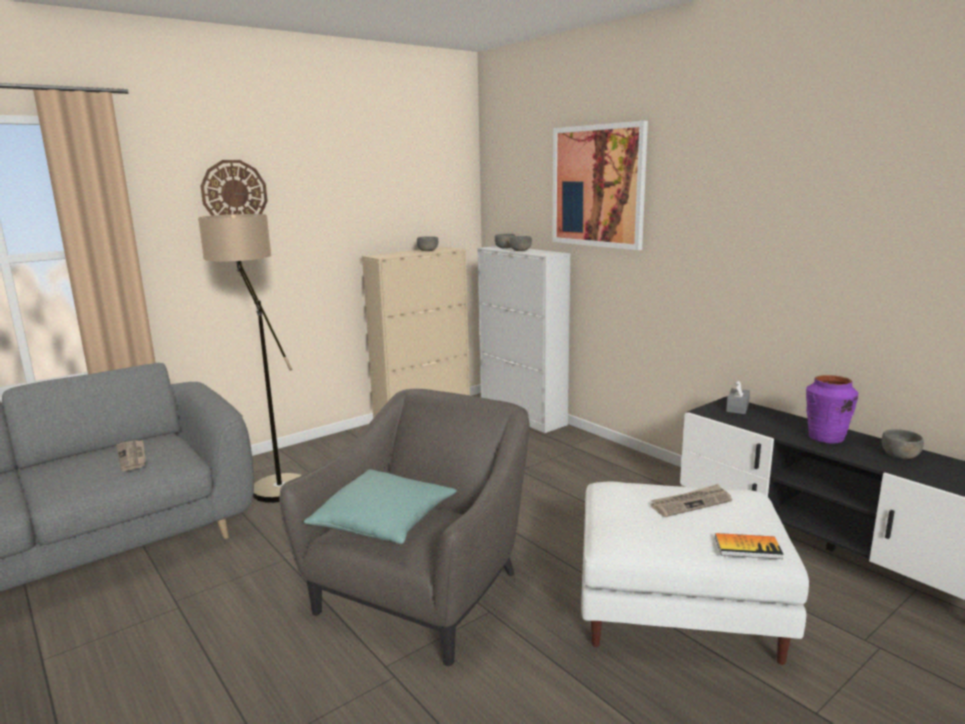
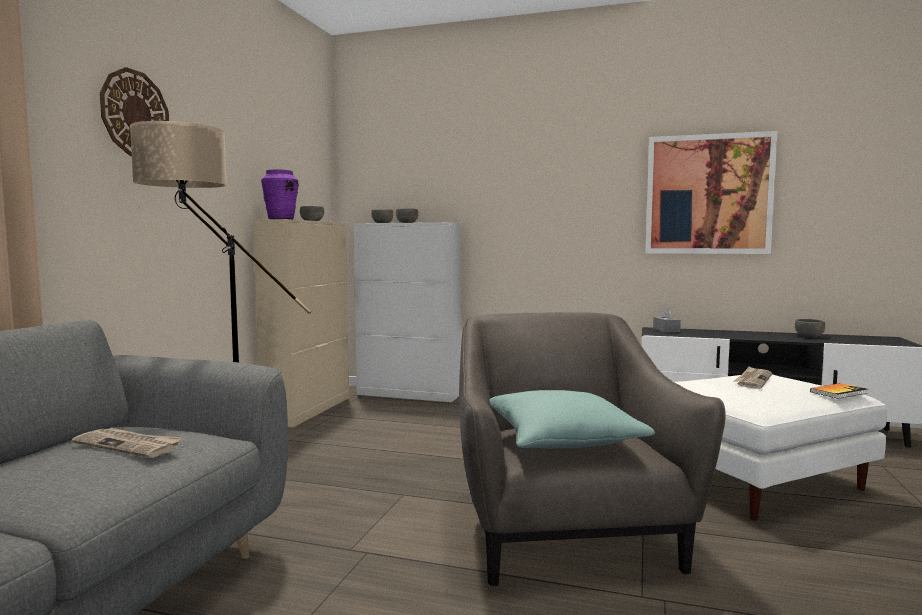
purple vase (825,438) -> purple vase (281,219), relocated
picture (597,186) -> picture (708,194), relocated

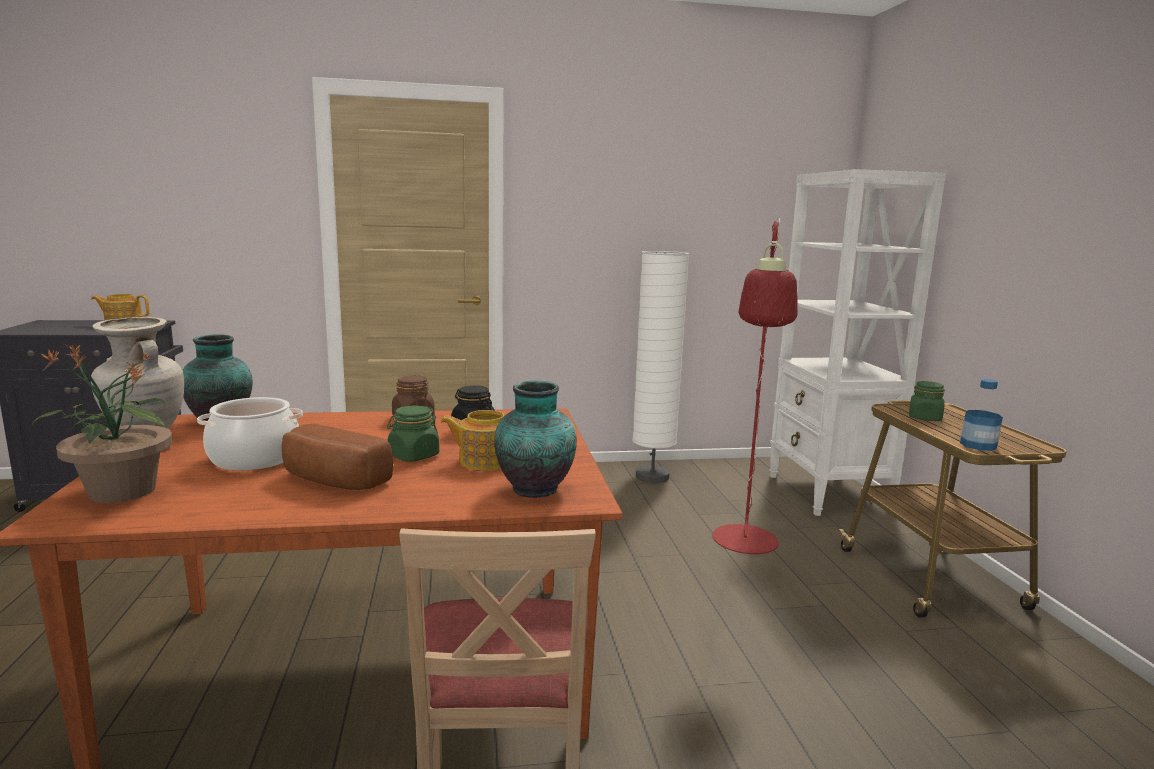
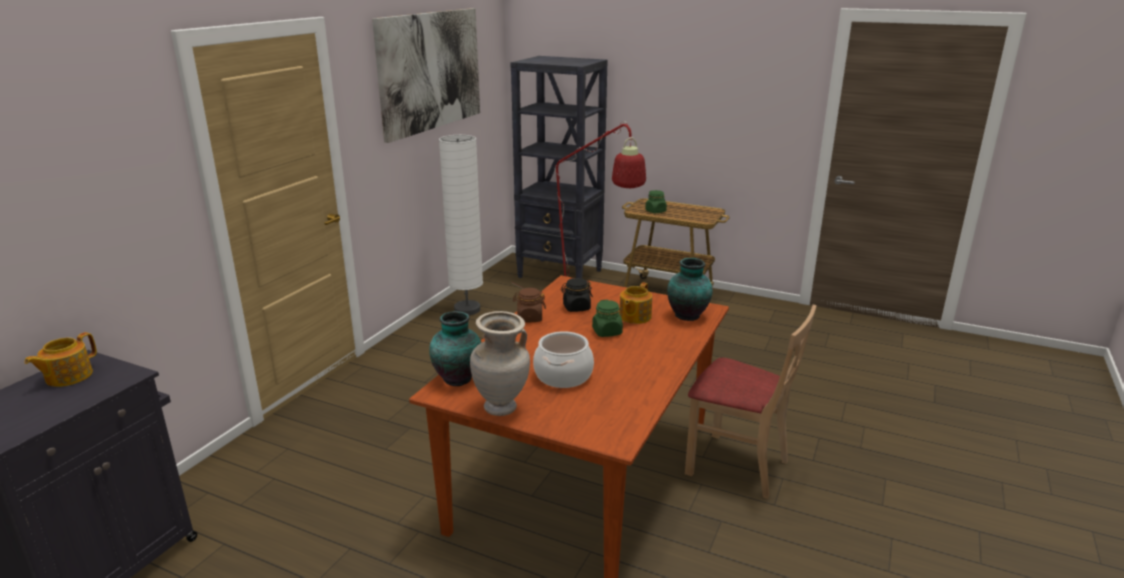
none -> picture (430,71)
white bookcase (828,493) -> black bookcase (560,274)
potted plant (121,492) -> none
bread (331,481) -> none
bottle (978,445) -> none

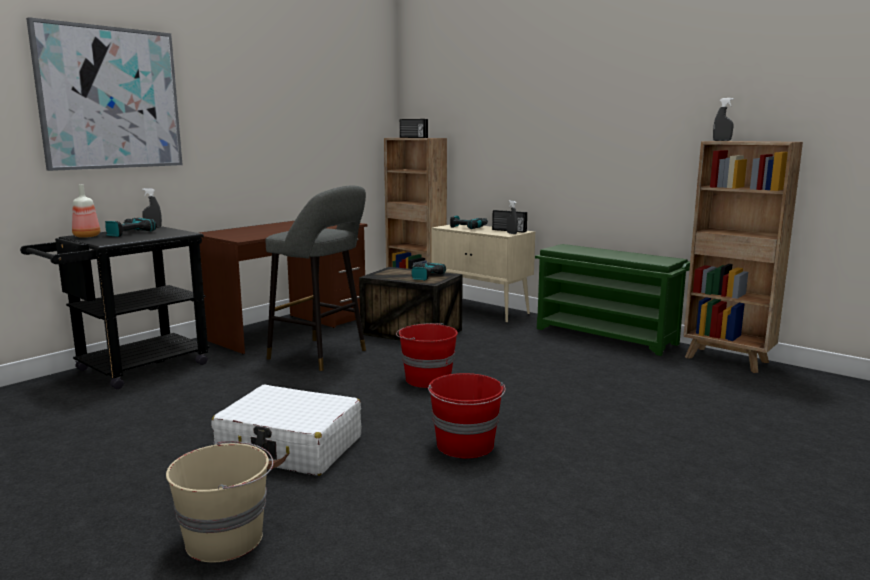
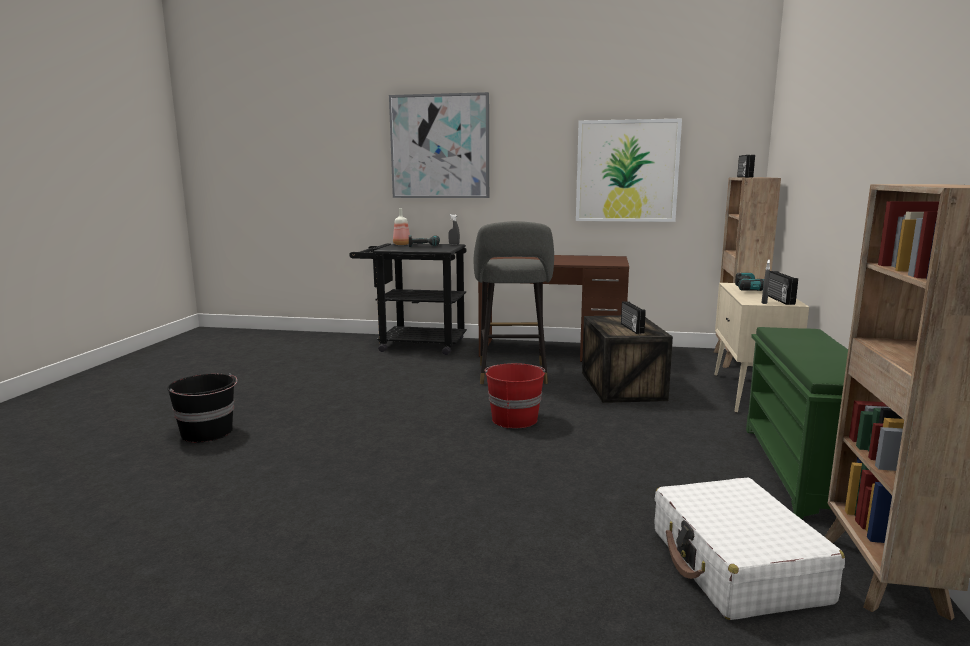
beige bucket (226,538) -> black bucket (208,432)
none -> picture (627,171)
power drill (423,276) -> radio (631,328)
white suitcase (290,447) -> white suitcase (737,565), relocated
red bucket (465,445) -> none
grey spray bottle (721,141) -> none

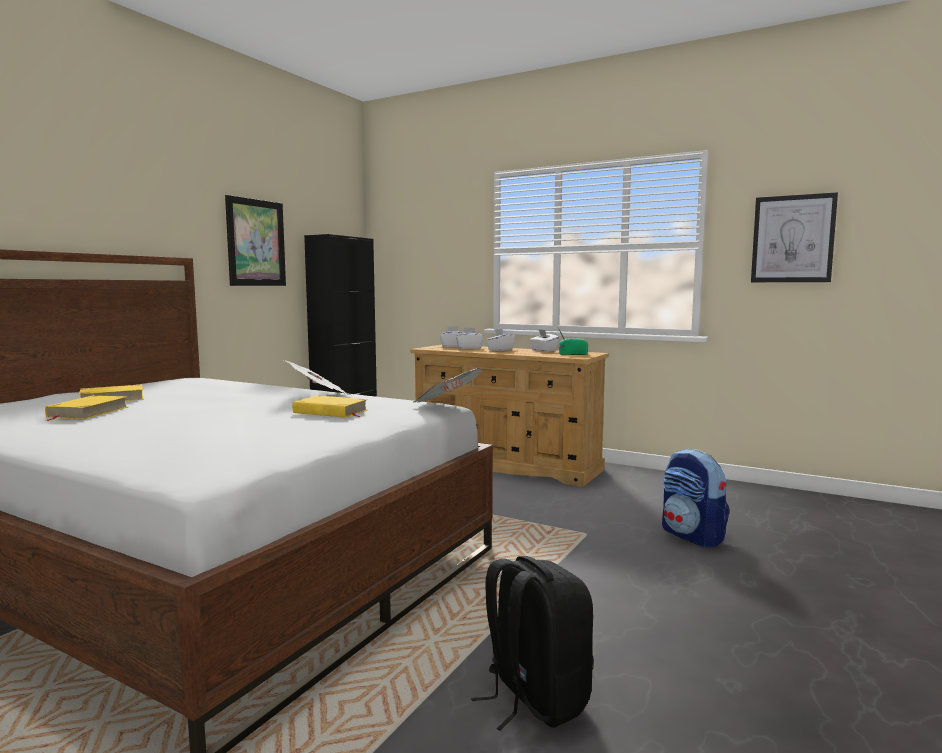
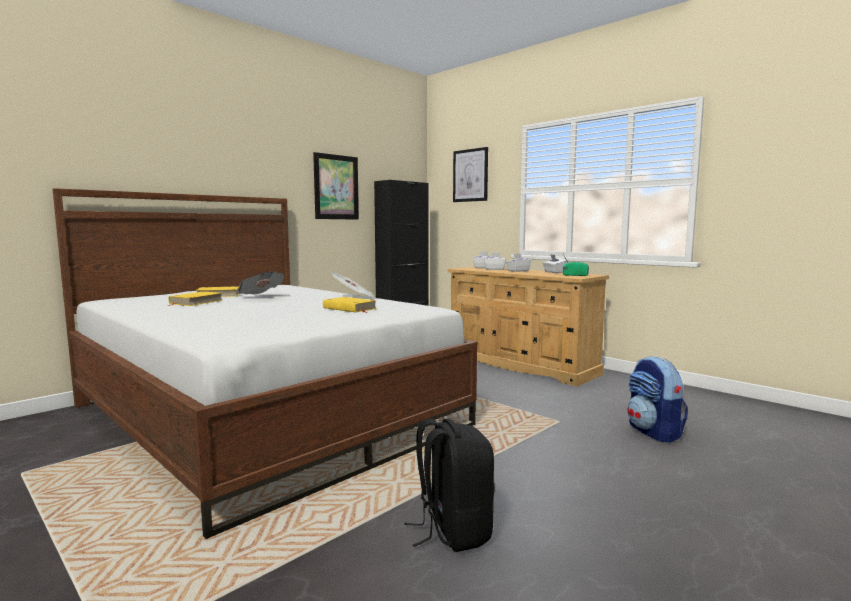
newspaper (447,405) -> newspaper (261,296), relocated
picture (792,239) -> picture (470,175), relocated

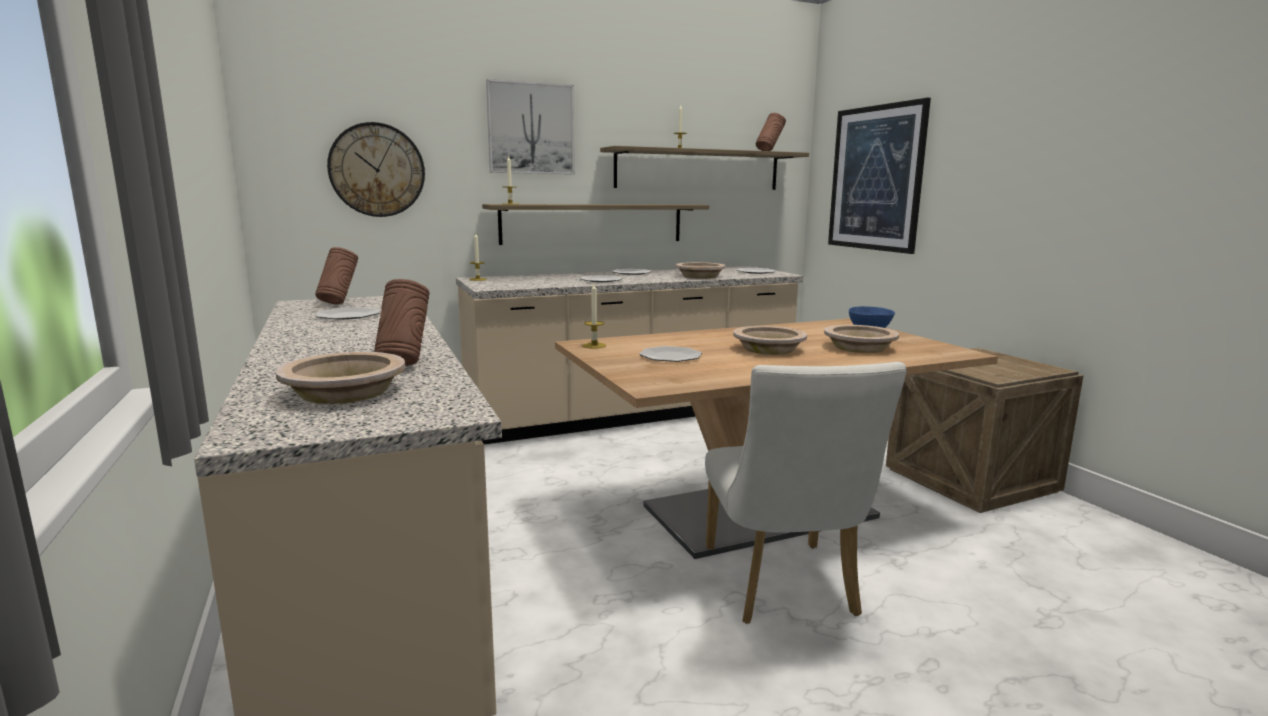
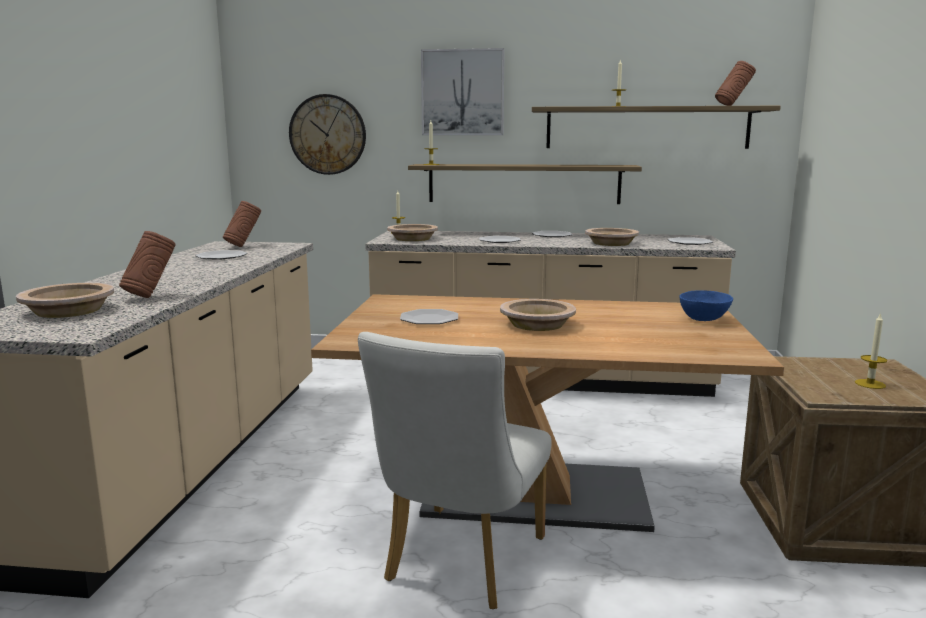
beige bowl (859,347) -> beige bowl (412,238), relocated
candle (594,345) -> candle (870,384), relocated
picture (875,178) -> none

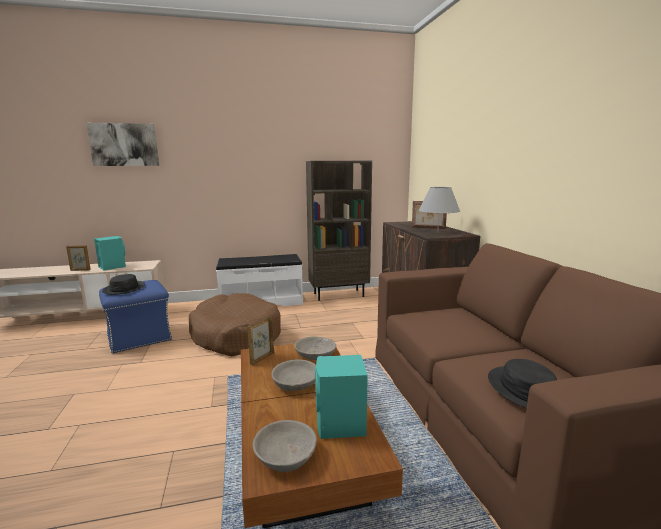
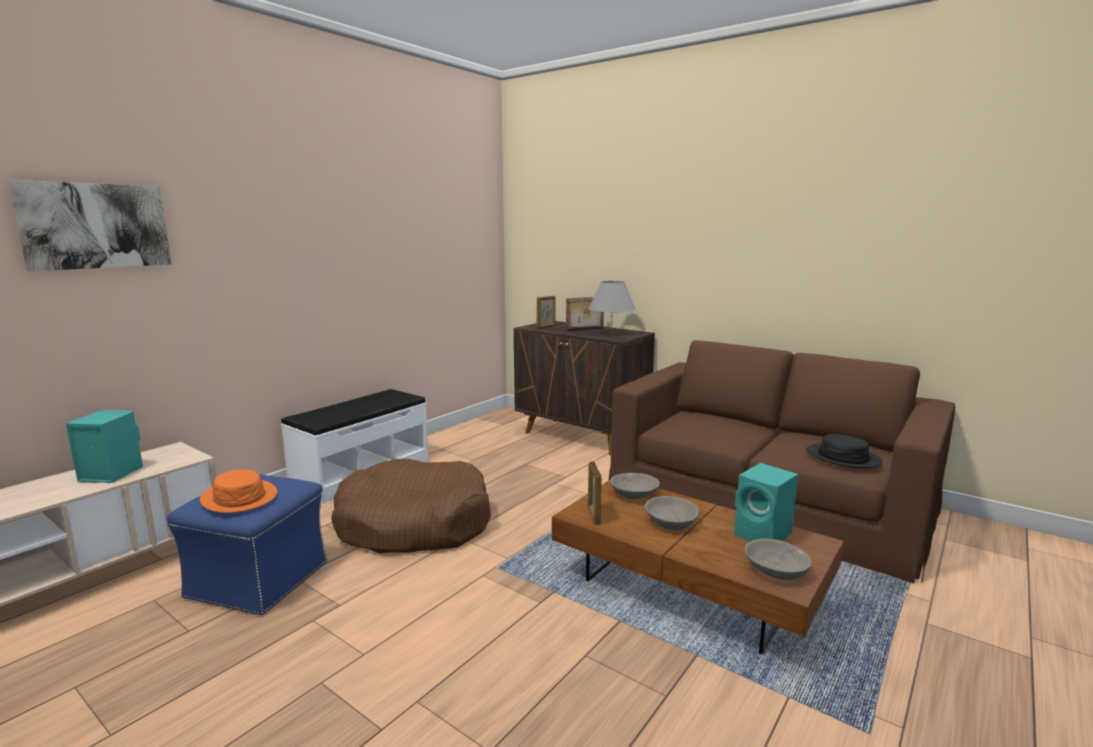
black hat (124,288) -> orange hat (239,497)
picture frame (80,270) -> picture frame (546,327), relocated
brown bookcase (339,295) -> none

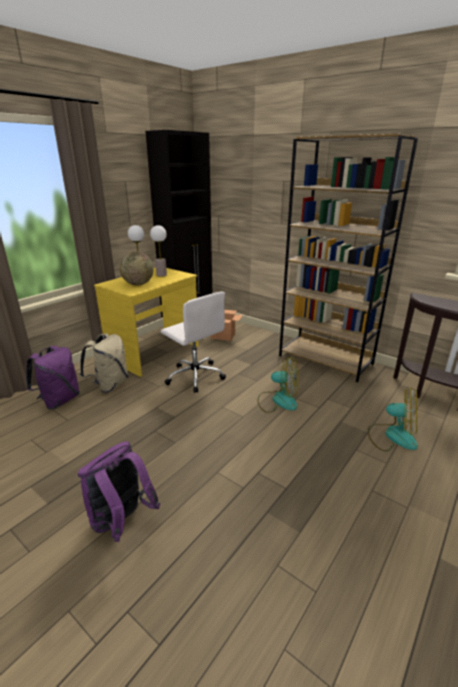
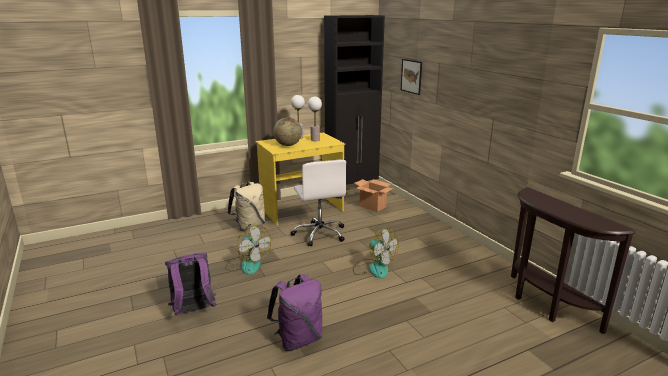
fan (392,436) -> fan (247,264), relocated
purple backpack (59,400) -> purple backpack (298,339), relocated
none -> picture (411,76)
brown bookcase (326,360) -> none

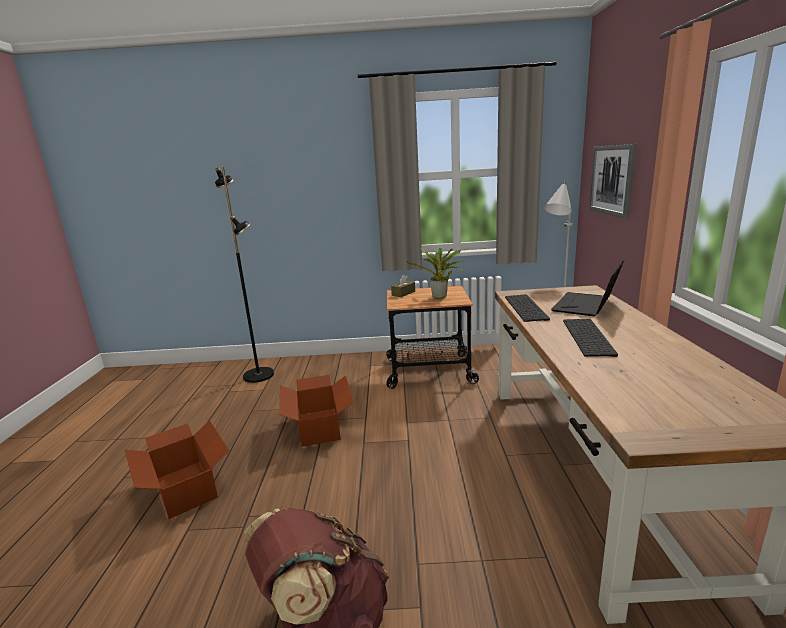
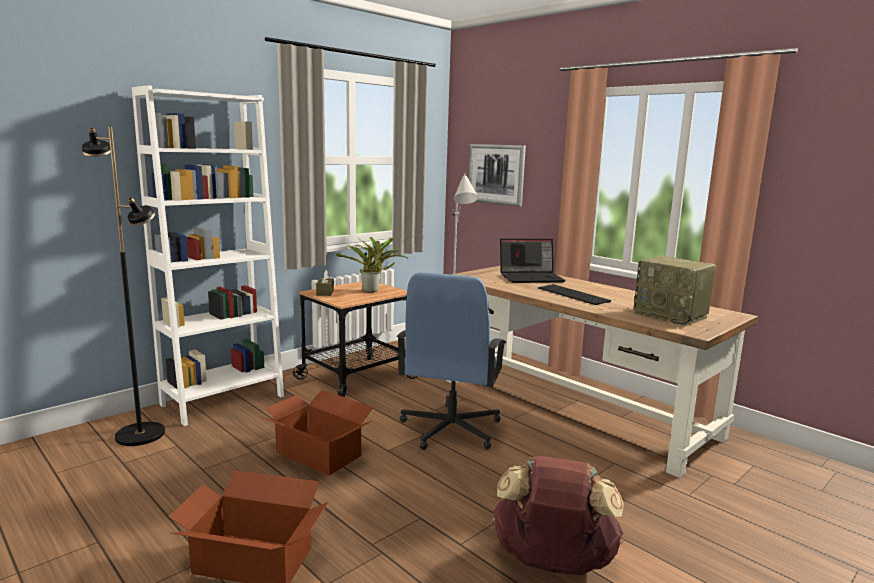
none -> white bookcase (223,400)
none -> blue office chair (450,429)
laptop (587,306) -> laptop (531,277), 90 degrees counterclockwise
none -> radio (672,315)
keyboard (527,308) -> none

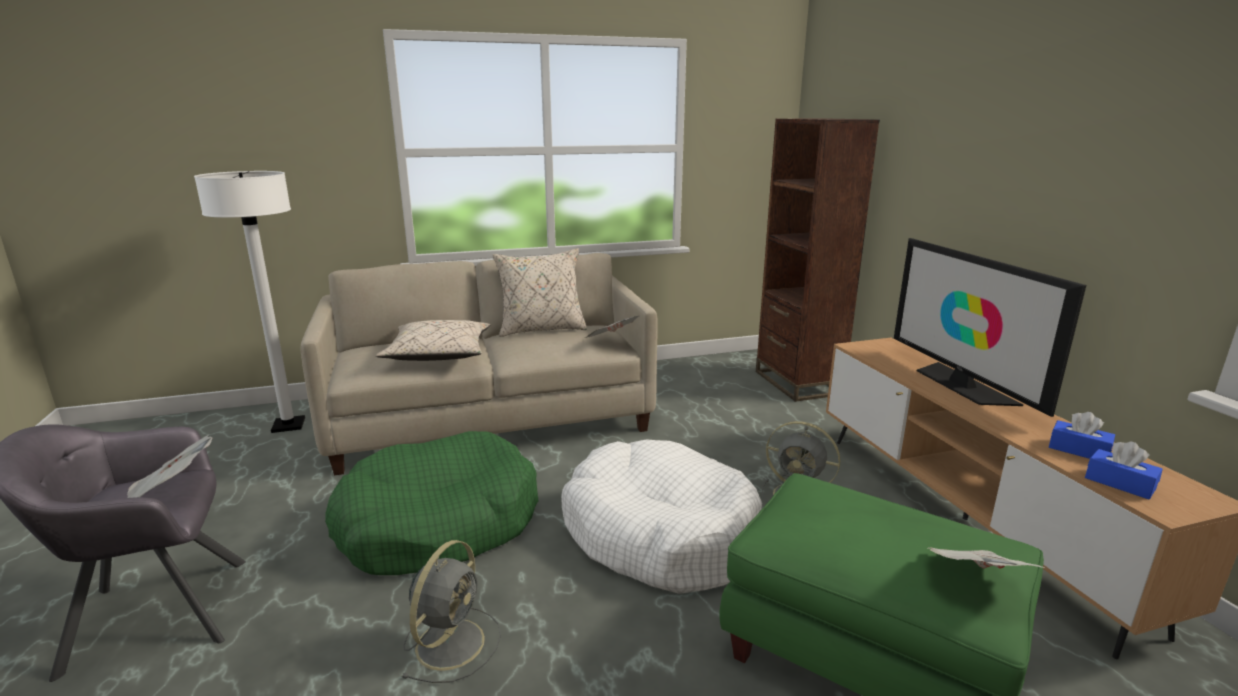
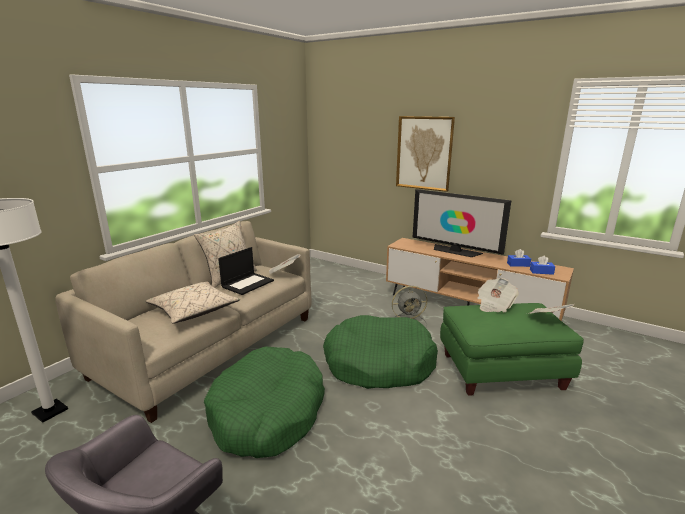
none -> laptop (248,283)
white dog bed (659,533) -> green dog bed (378,363)
none -> picture (424,153)
newspaper (172,490) -> newspaper (494,305), relocated
grey fan (452,641) -> none
brown bookcase (797,383) -> none

